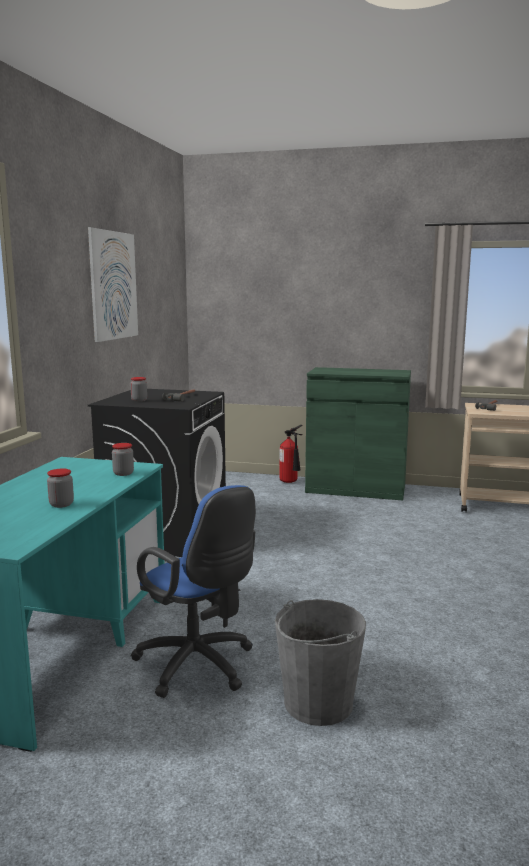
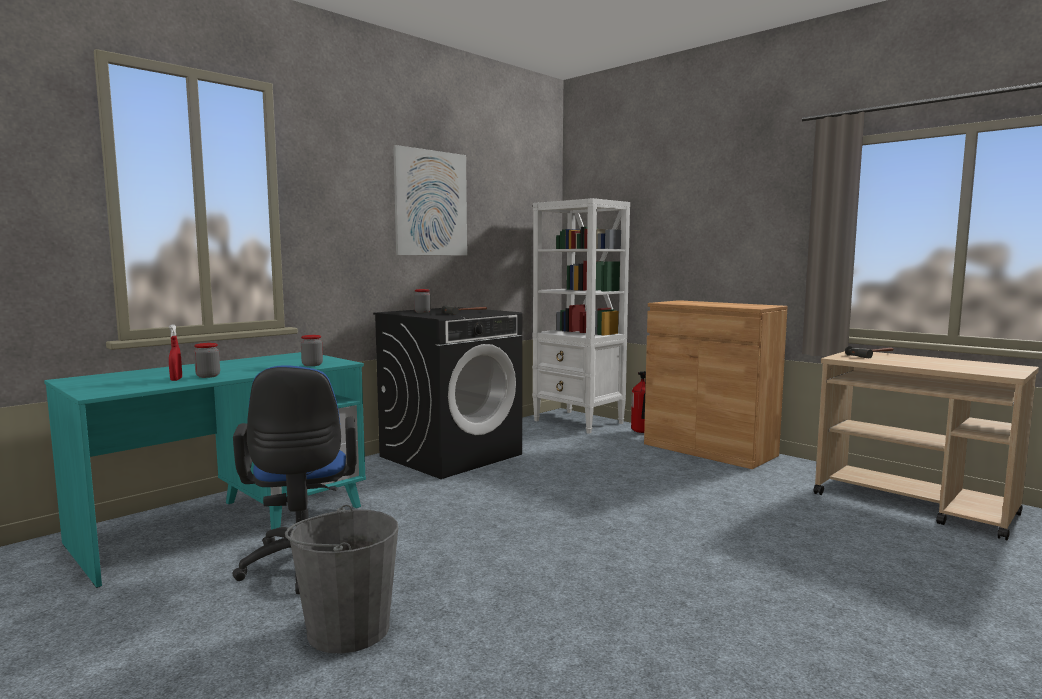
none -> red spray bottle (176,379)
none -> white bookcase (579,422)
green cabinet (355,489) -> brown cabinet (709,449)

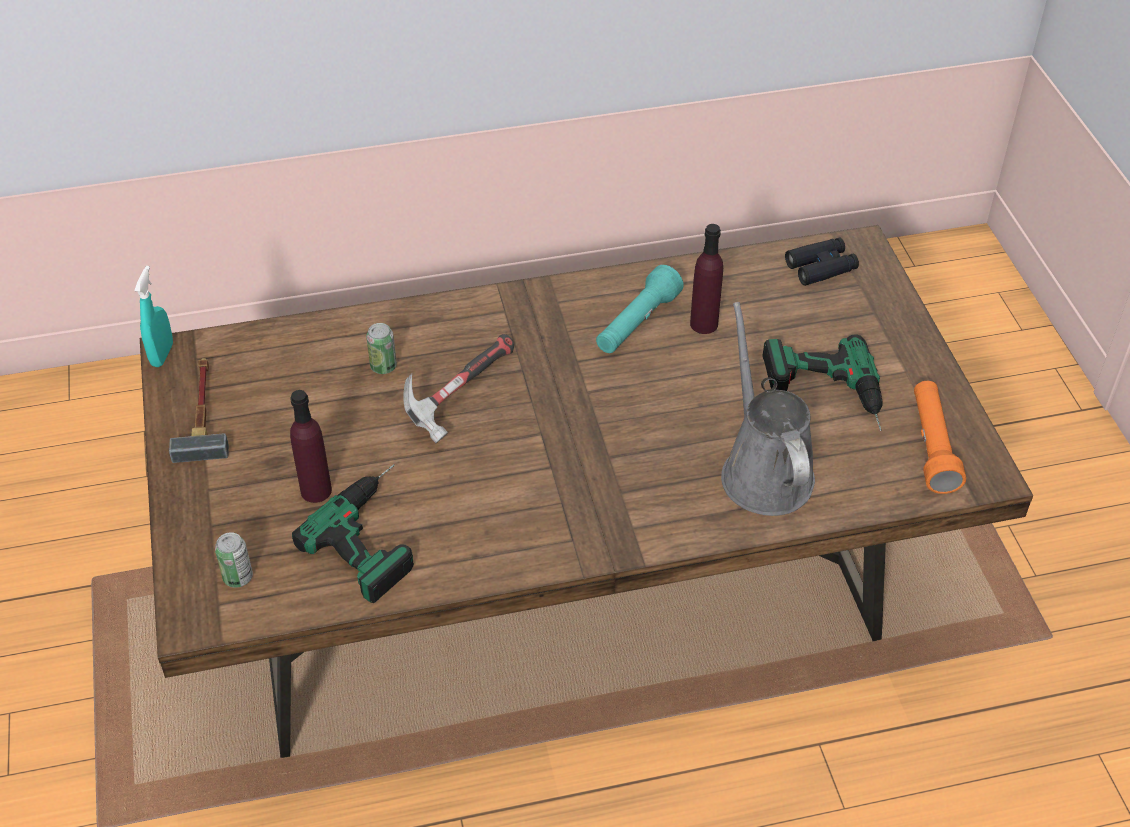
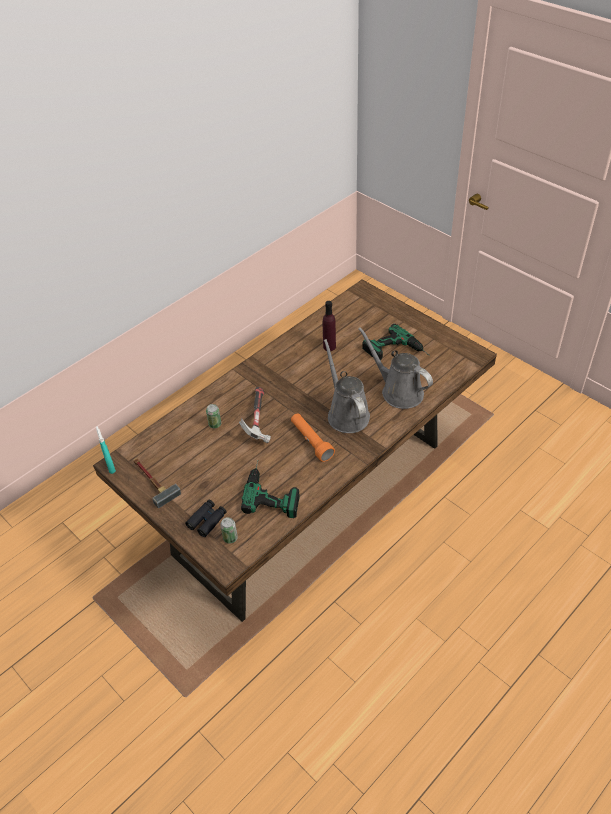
black binoculars (821,267) -> black binoculars (207,520), relocated
orange flashlight (932,446) -> orange flashlight (311,441), relocated
none -> grey watering can (346,414)
purple bottle (316,490) -> none
turquoise flashlight (637,323) -> none

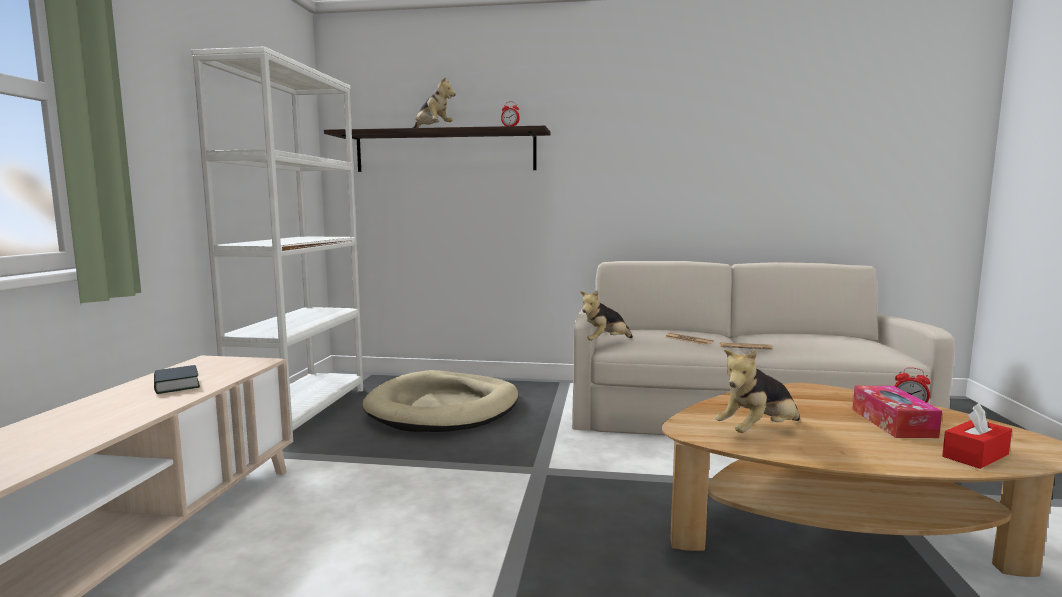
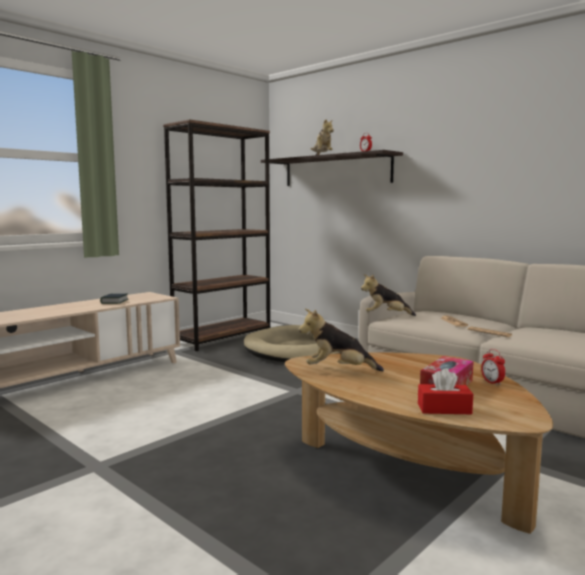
white bookcase (302,411) -> brown bookcase (223,338)

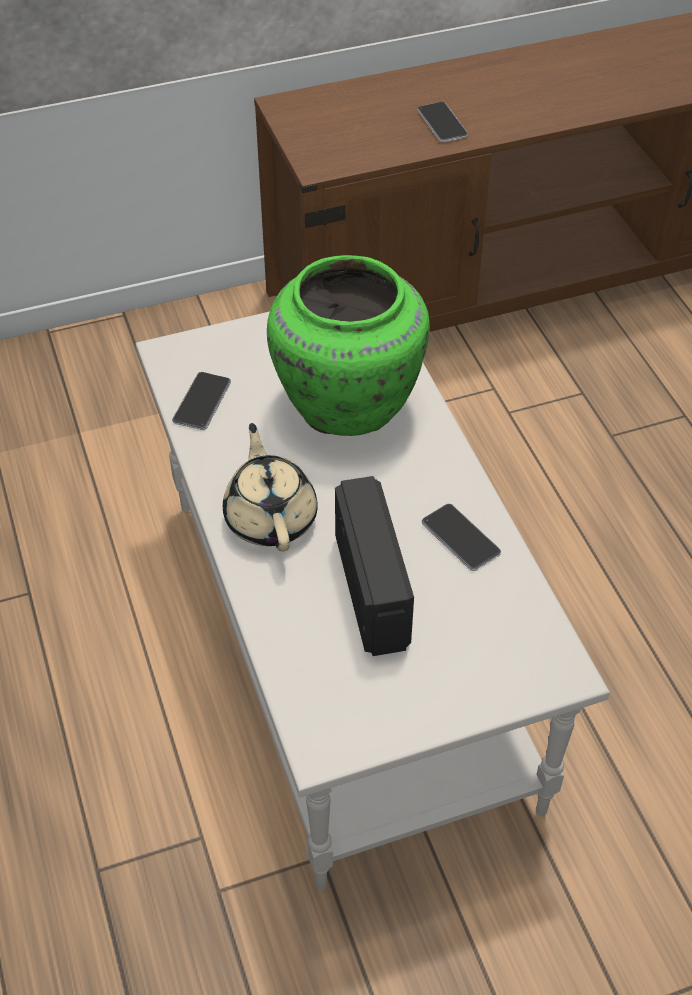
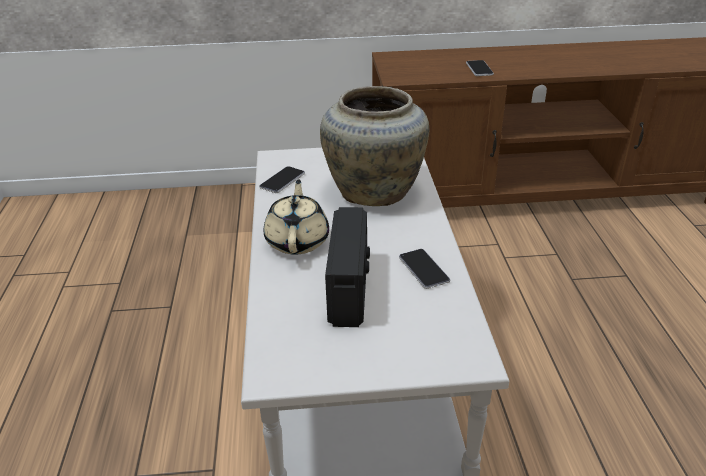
green vase (349,403) -> beige vase (375,192)

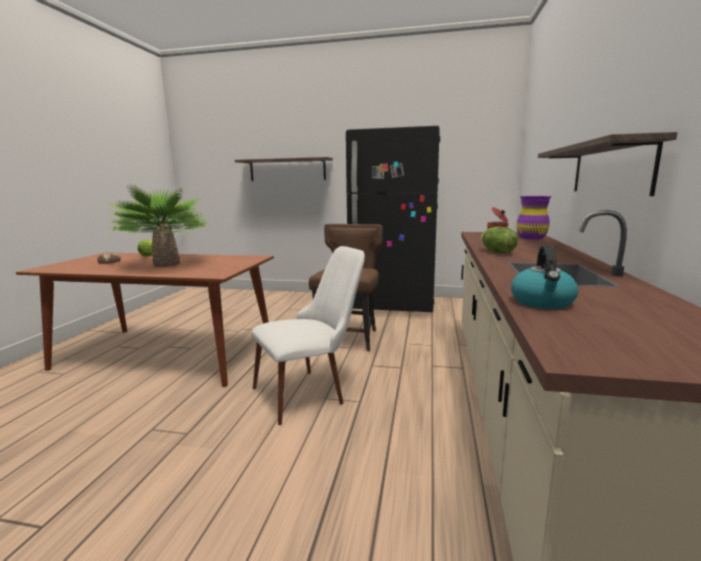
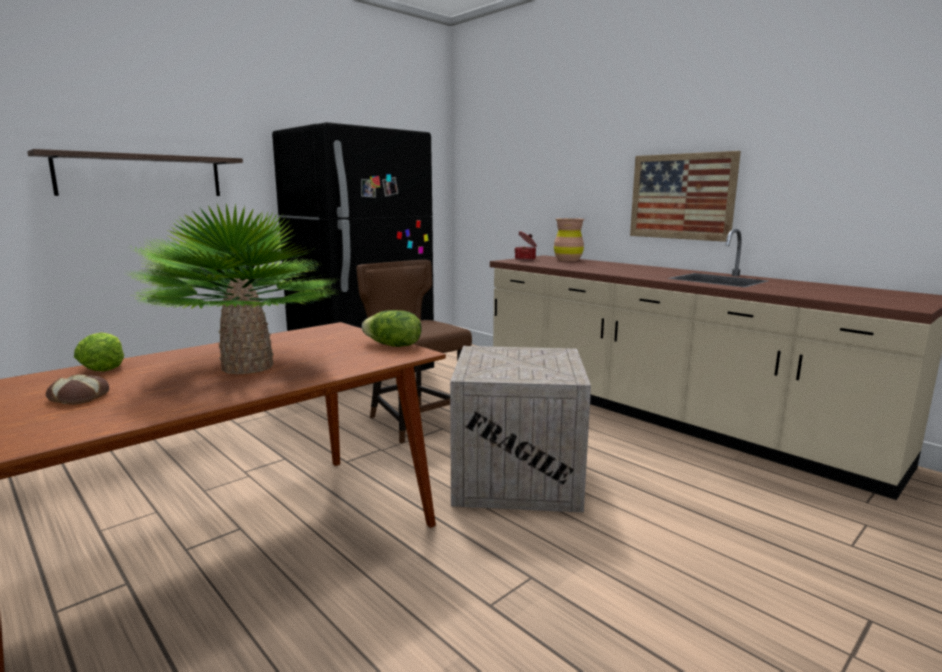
lettuce (496,252) -> lettuce (393,346), relocated
white chair (311,391) -> crate (518,476)
purple vase (531,237) -> brown vase (568,260)
shelf (609,169) -> picture (681,196)
kettle (542,302) -> none

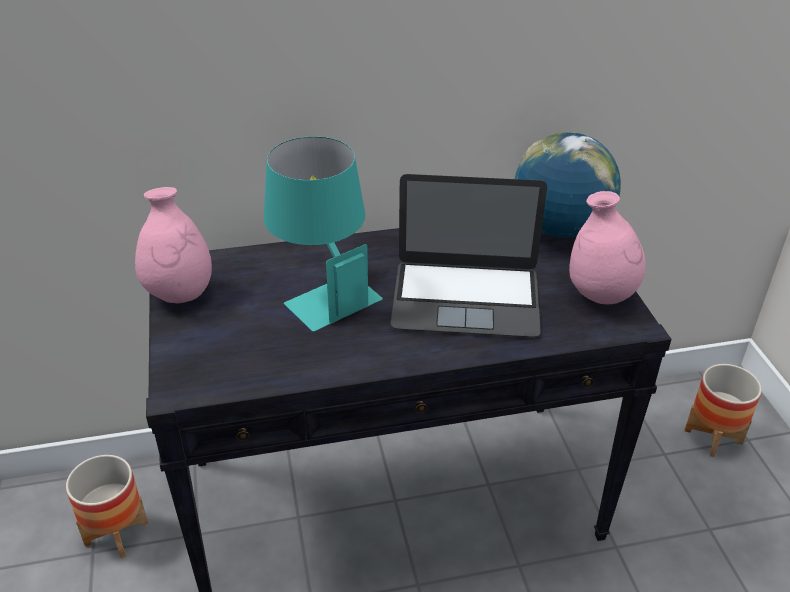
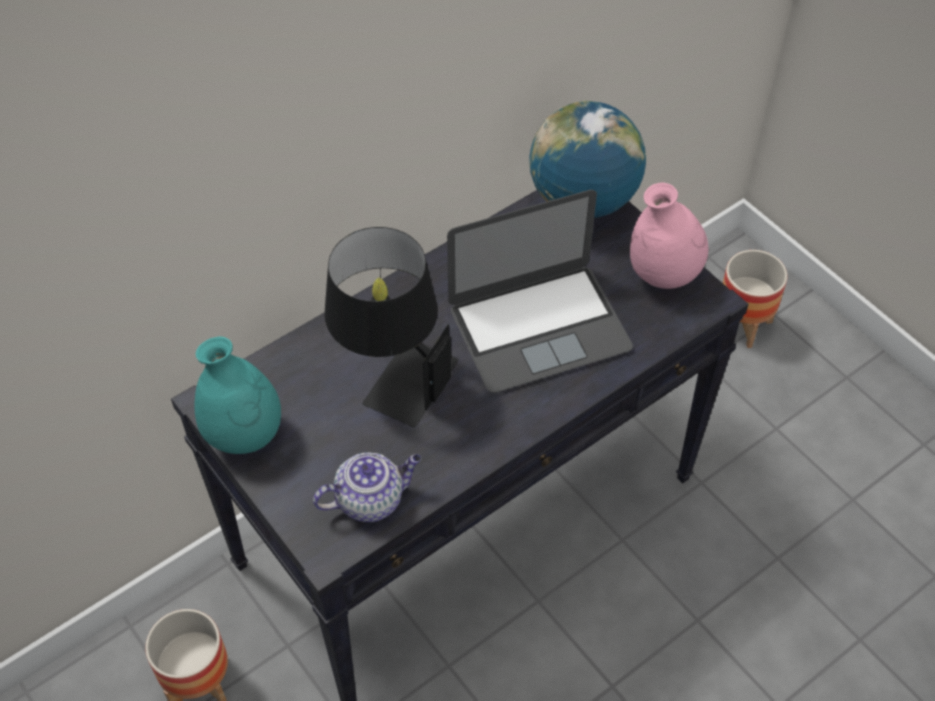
pink vase (179,294) -> turquoise vase (244,434)
none -> teapot (371,499)
turquoise table lamp (322,292) -> black table lamp (392,374)

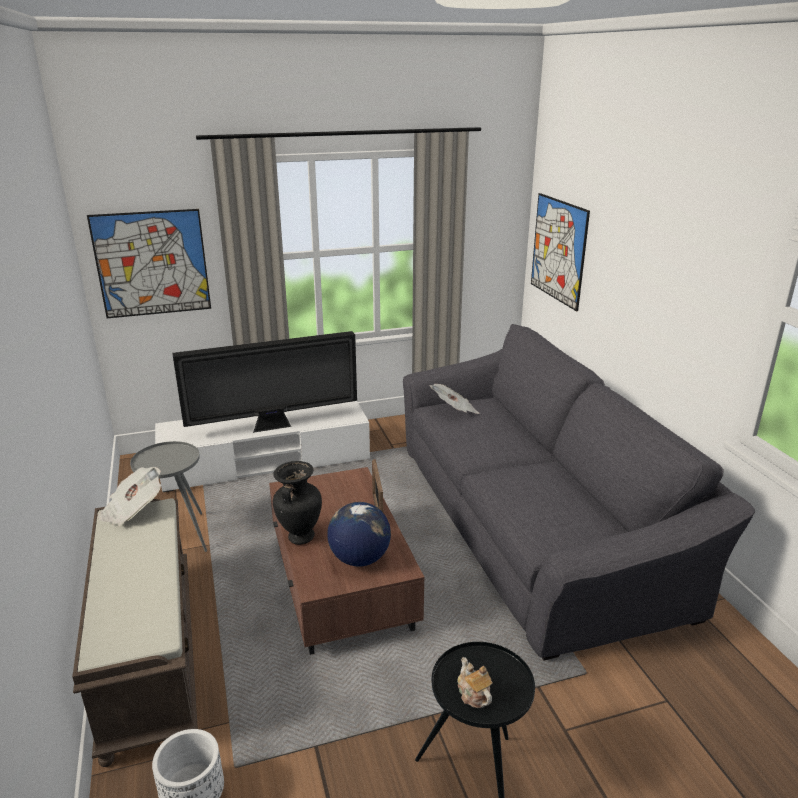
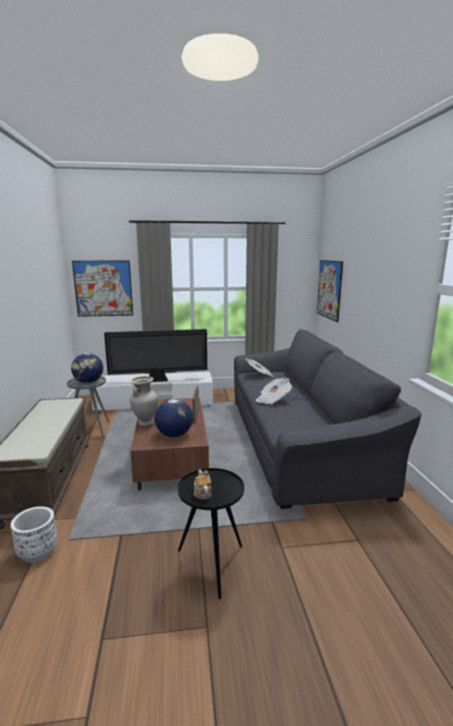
none -> globe (89,382)
black vase (300,537) -> beige vase (145,423)
newspaper (132,510) -> newspaper (273,400), relocated

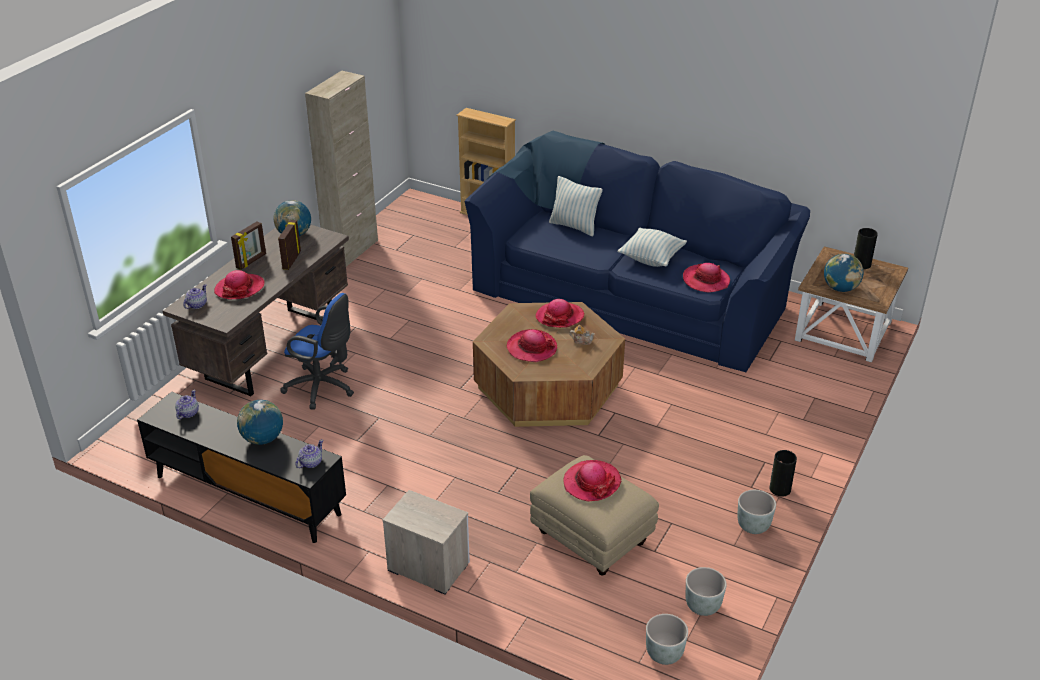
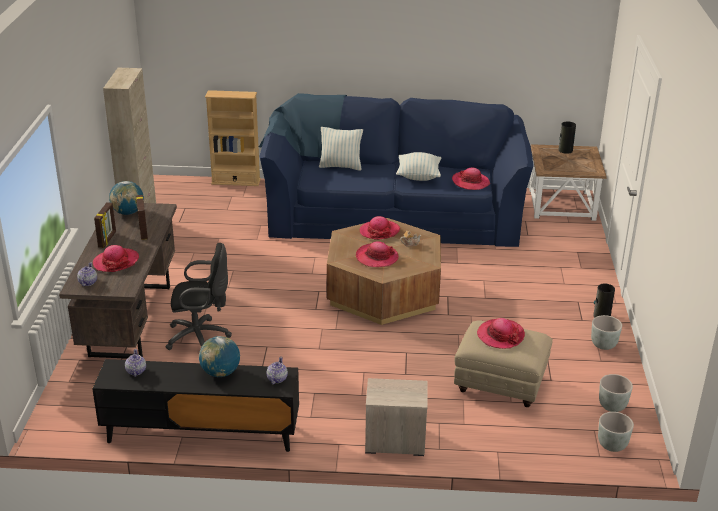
blue office chair (323,388) -> black office chair (201,337)
globe (840,288) -> none

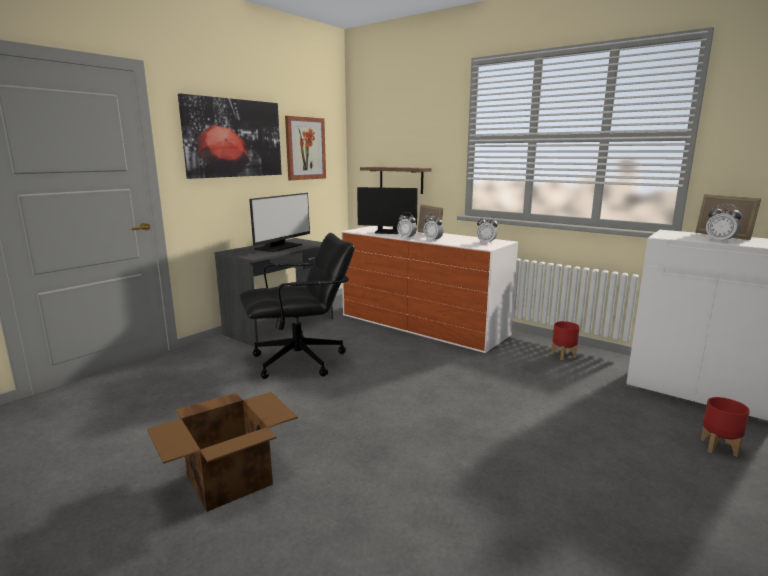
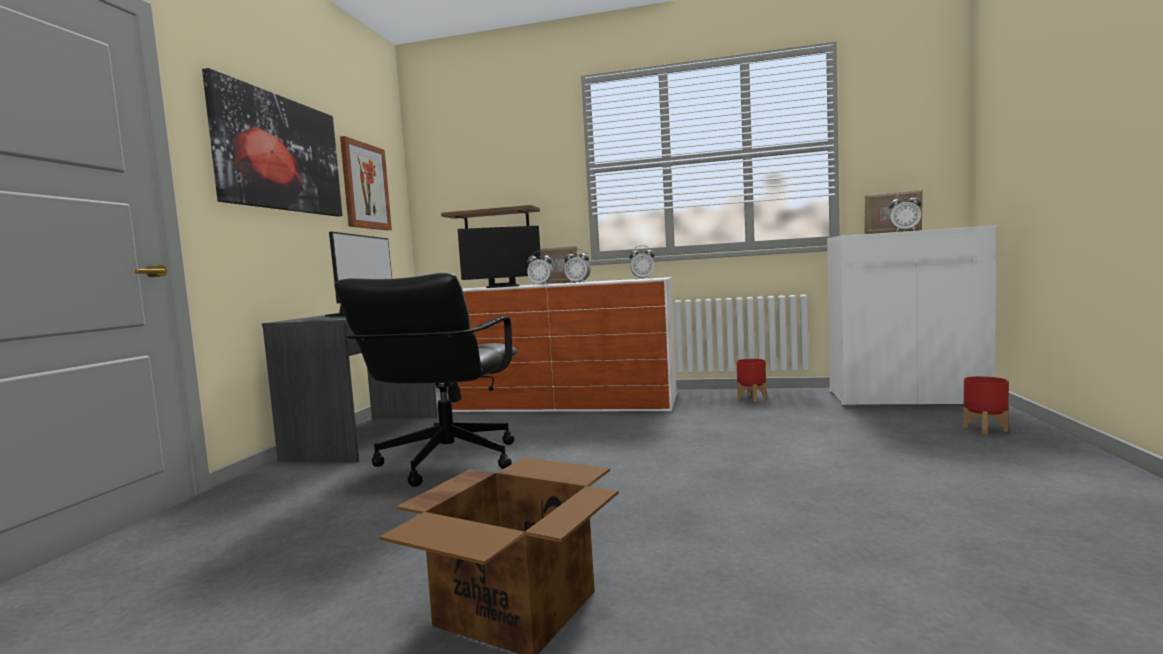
black office chair (300,361) -> black office chair (446,461), 150 degrees clockwise

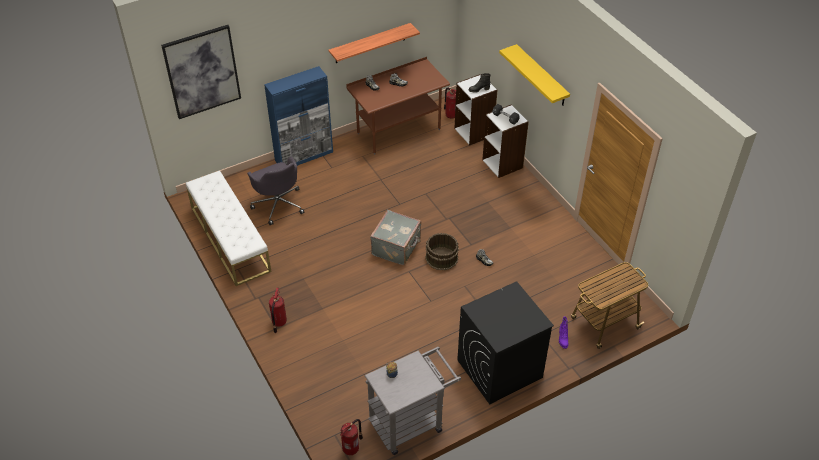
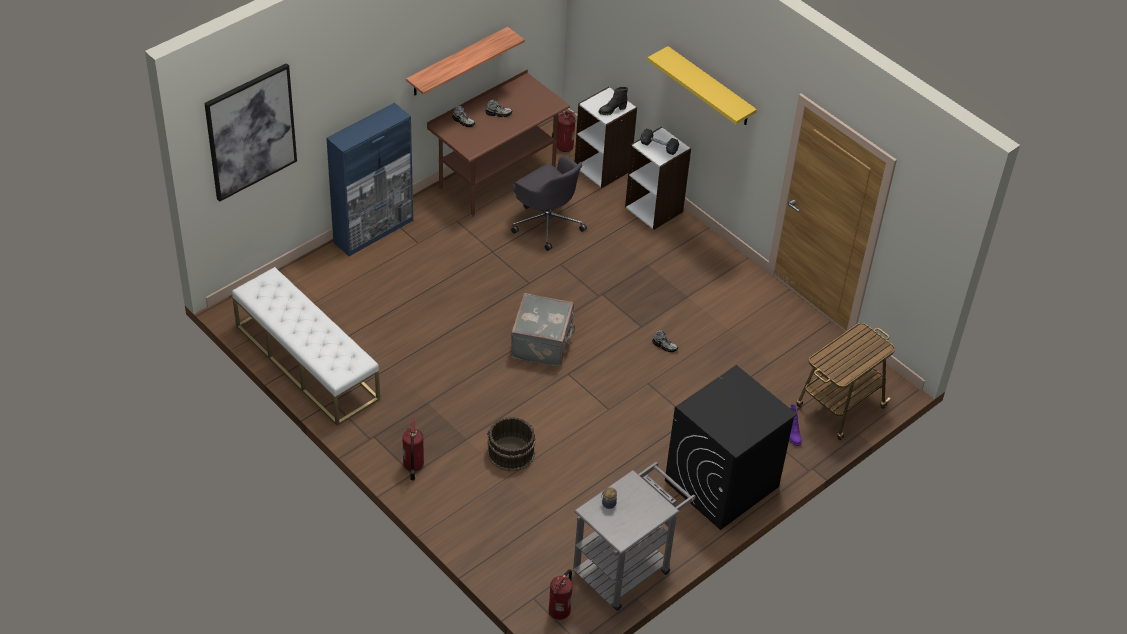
brown bucket (441,258) -> brown bucket (510,453), relocated
grey office chair (278,204) -> grey office chair (547,222), relocated

